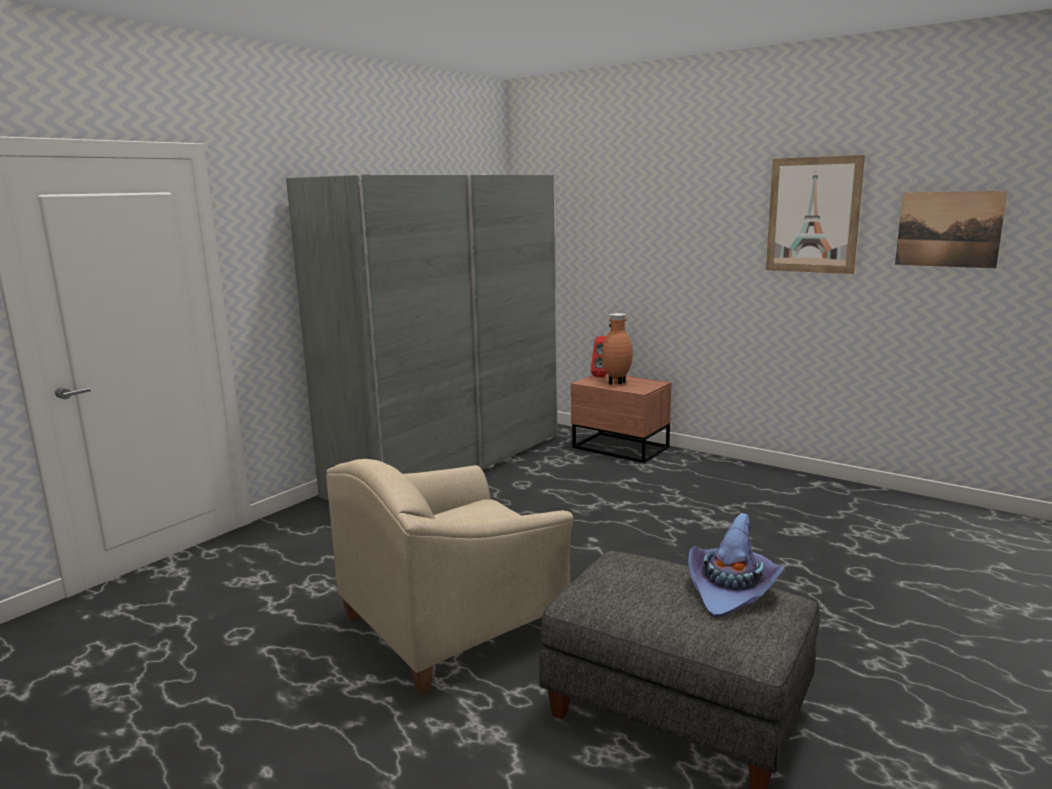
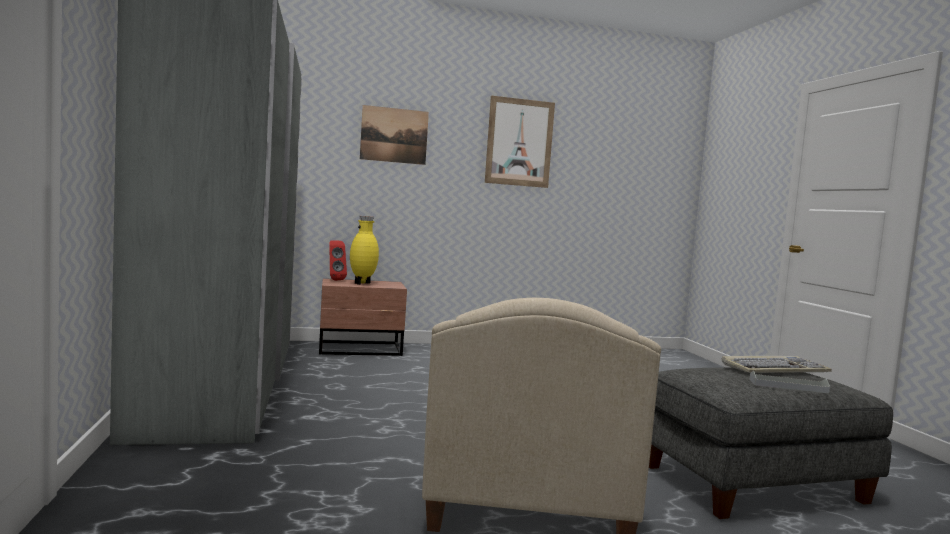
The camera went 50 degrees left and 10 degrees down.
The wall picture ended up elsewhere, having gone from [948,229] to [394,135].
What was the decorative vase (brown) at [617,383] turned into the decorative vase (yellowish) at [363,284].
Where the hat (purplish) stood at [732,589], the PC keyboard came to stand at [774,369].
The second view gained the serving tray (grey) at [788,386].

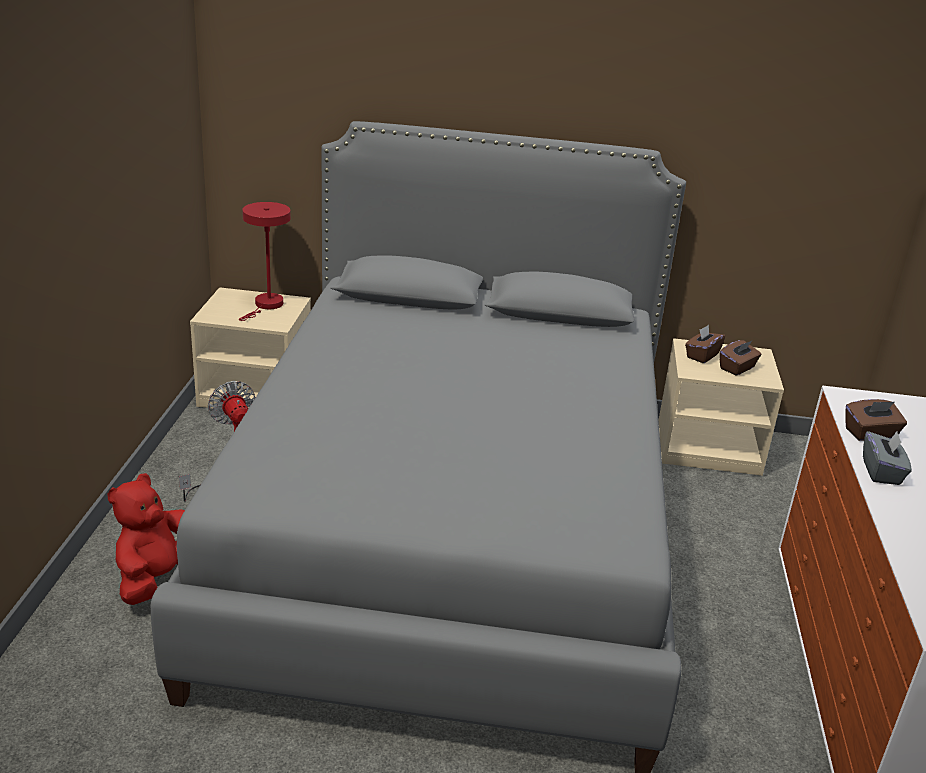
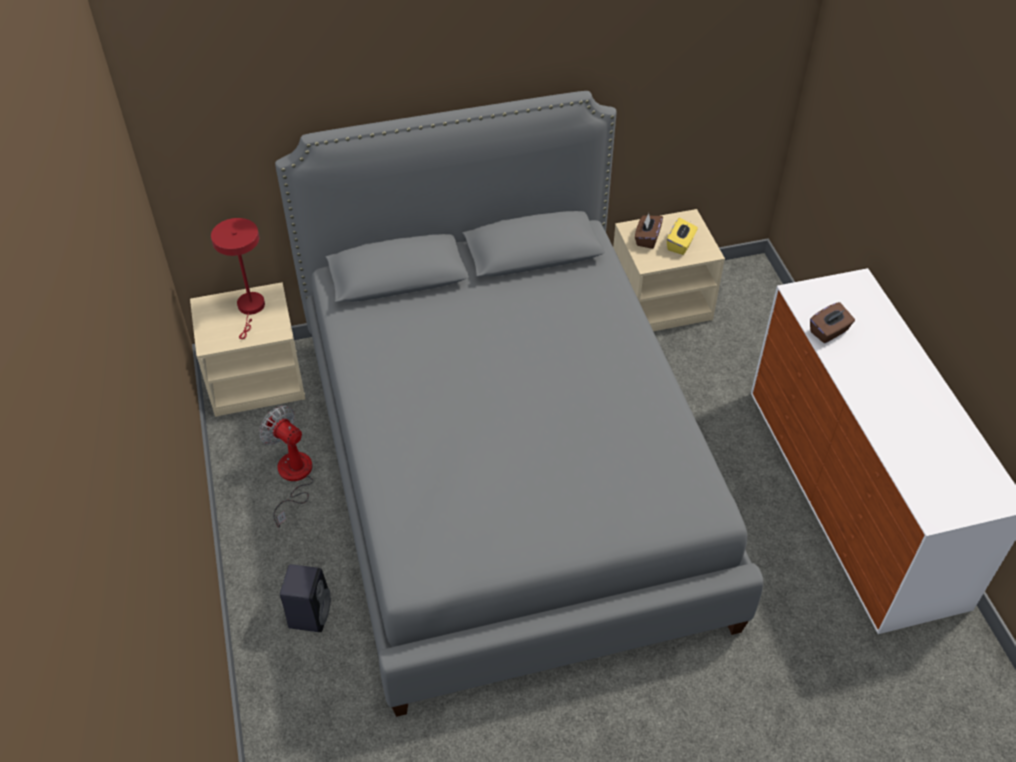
The camera went 20 degrees left and 20 degrees up.
What was the tissue box (brown) at [737,368] turned into the tissue box (yellowish) at [680,244].
The second view lost the tissue box (grey) at [881,472].
Where the soft toy (red-coloured) stood at [157,579], the loudspeaker (black-coloured) came to stand at [309,613].

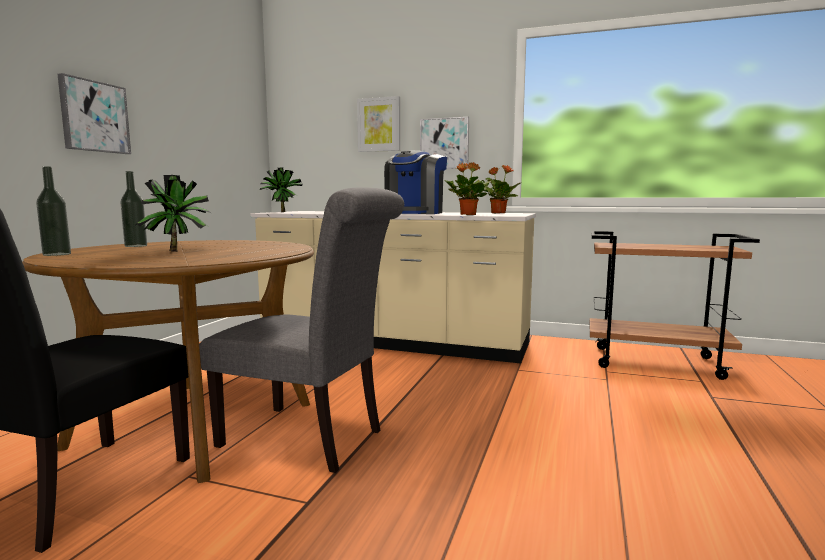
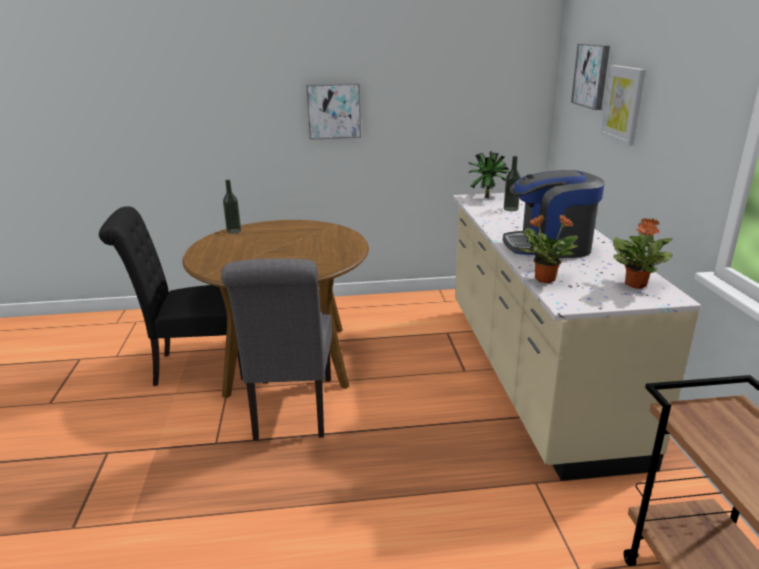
The camera went 65 degrees right and 15 degrees up.
The wall picture ended up elsewhere, having gone from [444,144] to [592,75].
The beverage bottle ended up elsewhere, having gone from [136,246] to [510,209].
The second view lost the plant in a pot at [179,251].

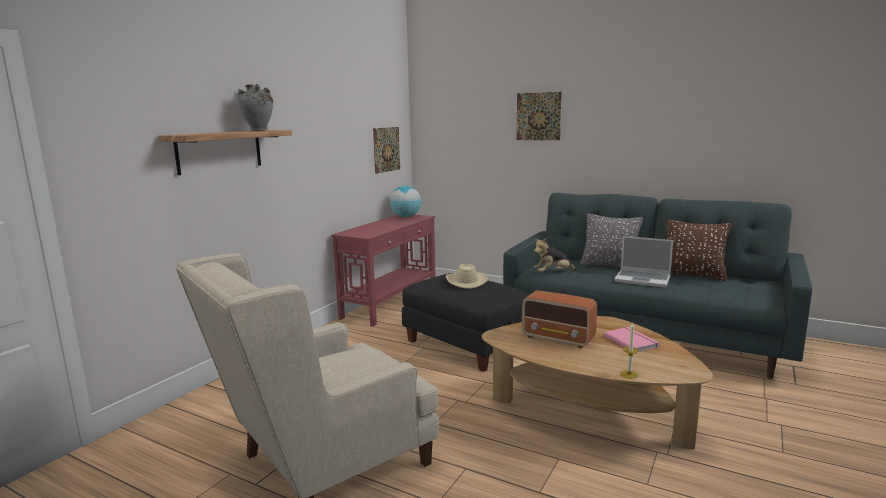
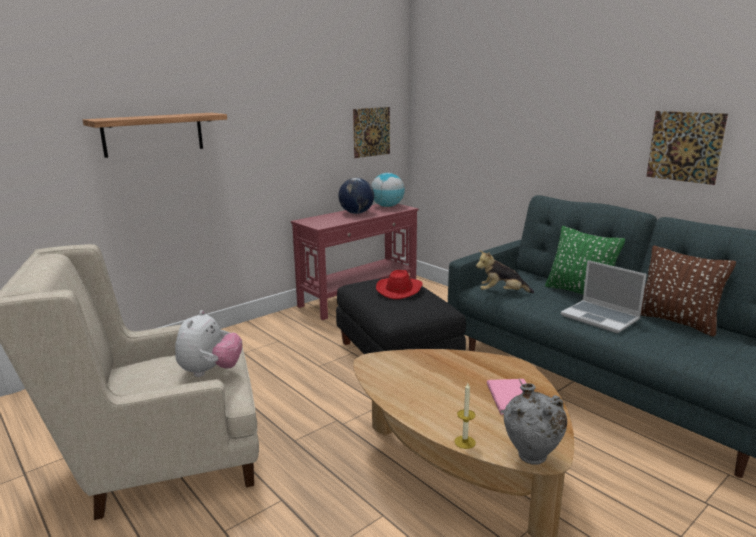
The camera went 20 degrees right and 5 degrees up.
The decorative vase (grey) ended up elsewhere, having gone from [258,130] to [531,459].
The wall picture ended up elsewhere, having gone from [538,116] to [685,147].
What was the throw pillow (grey) at [609,266] turned into the throw pillow (green-coloured) at [579,293].
What was the hat (beige) at [465,281] turned into the hat (red-coloured) at [399,289].
The second view lost the radio receiver at [559,339].
The second view gained the desk globe at [356,213].
The second view gained the soft toy at [210,371].

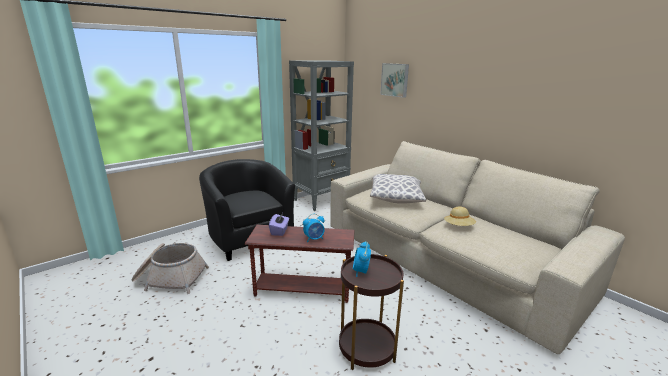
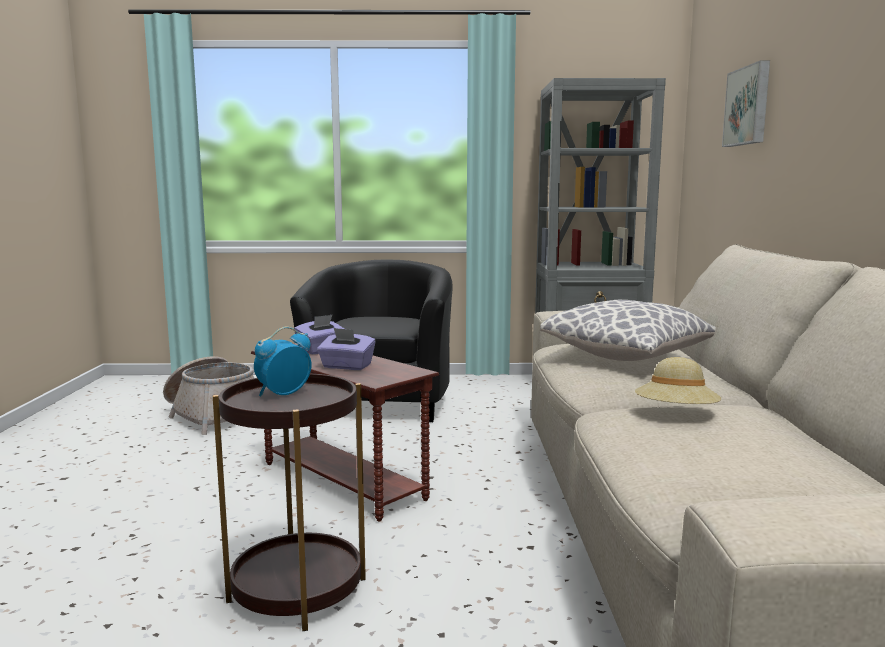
The camera went 40 degrees right and 10 degrees down.
Where the table clock stood at [314,239], the tissue box (purplish) came to stand at [346,366].

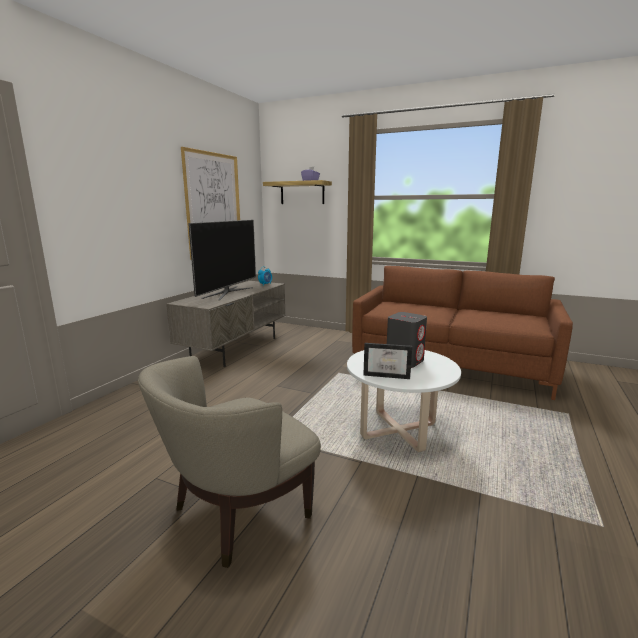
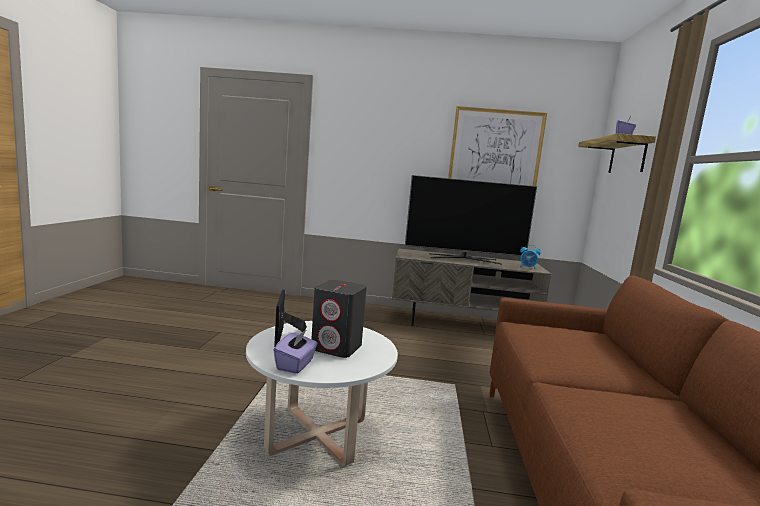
The camera went 70 degrees right and 5 degrees down.
The second view lost the lounge chair (beige) at [236,513].
The second view gained the tissue box (purplish) at [295,365].

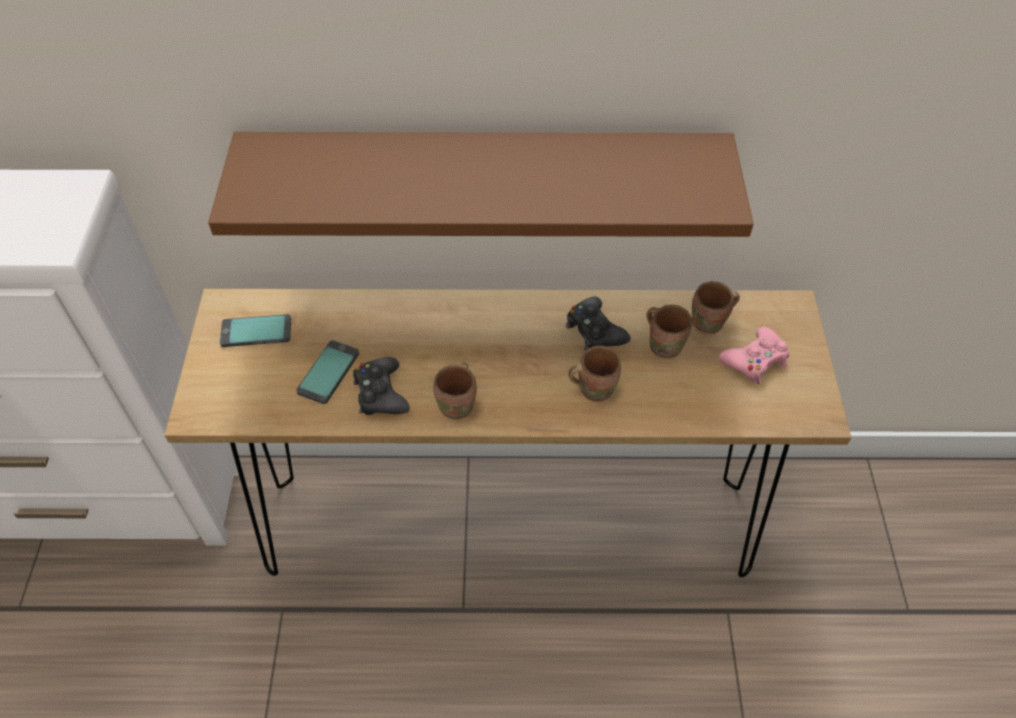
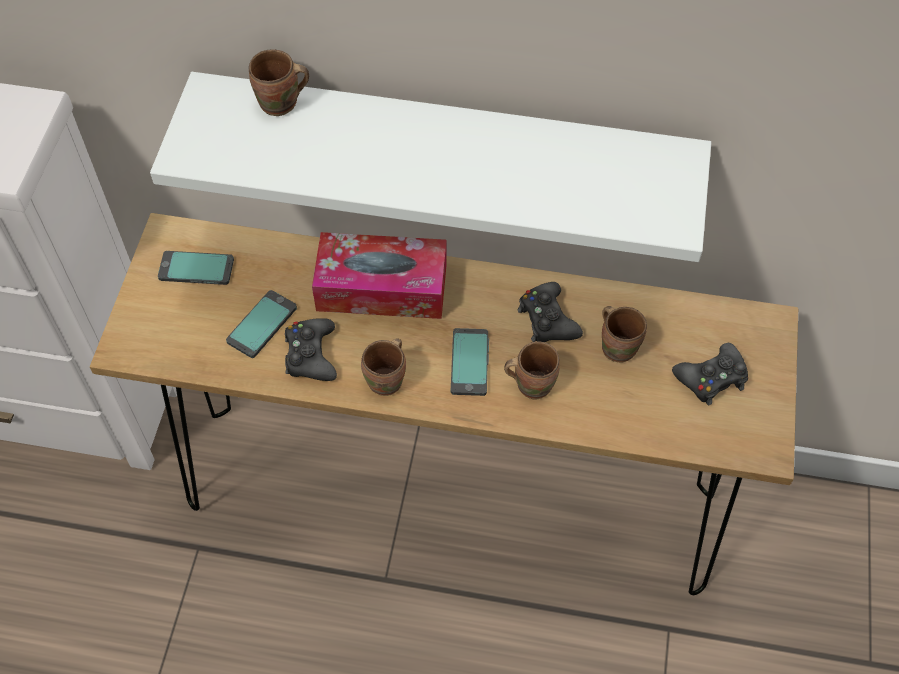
The camera went 10 degrees right and 5 degrees up.
What was the bracket shelf (brown) at [484,178] turned into the bracket shelf (whitish) at [445,148].
The coffee mug (brown) ended up elsewhere, having gone from [710,324] to [281,105].
What was the gamepad (pink-coloured) at [754,361] turned into the gamepad (black-coloured) at [711,378].
The second view gained the tissue box at [382,287].
The second view gained the telephone at [470,362].

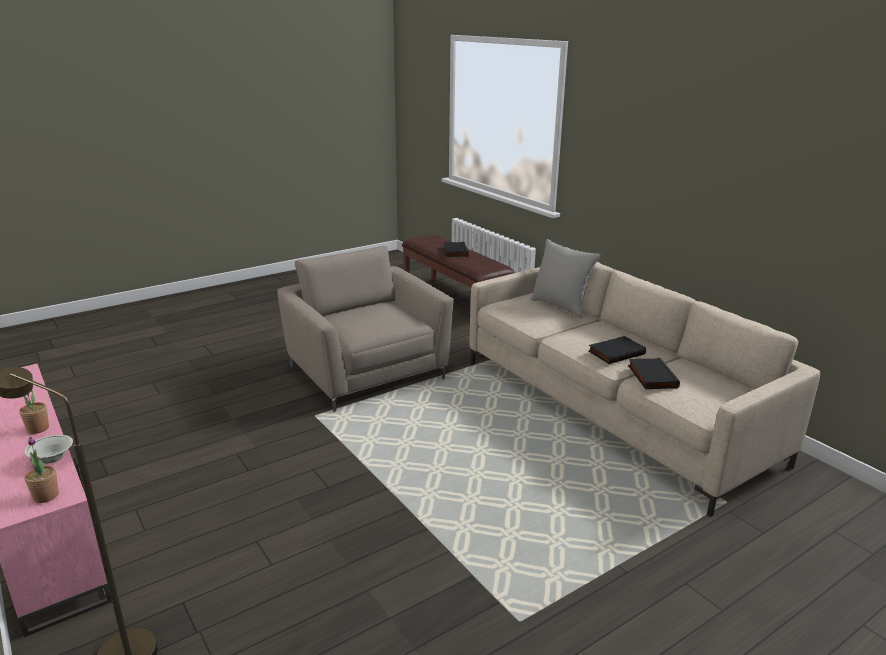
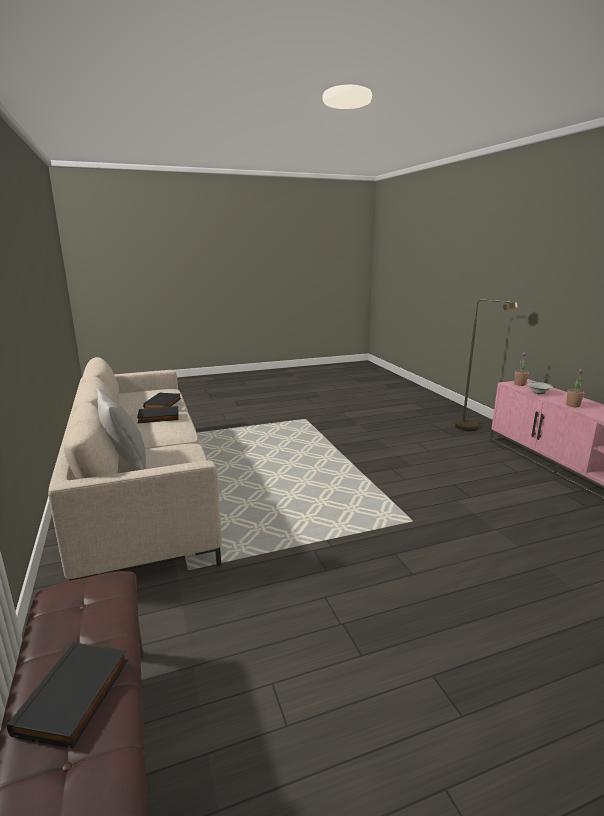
The camera went 165 degrees left and 5 degrees down.
The second view lost the lounge chair (beige) at [366,372].

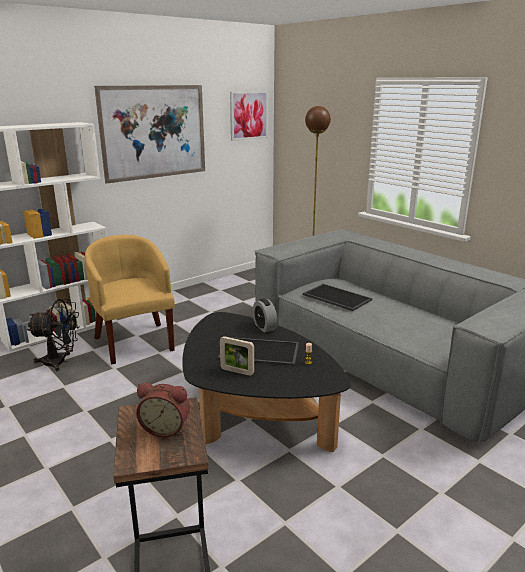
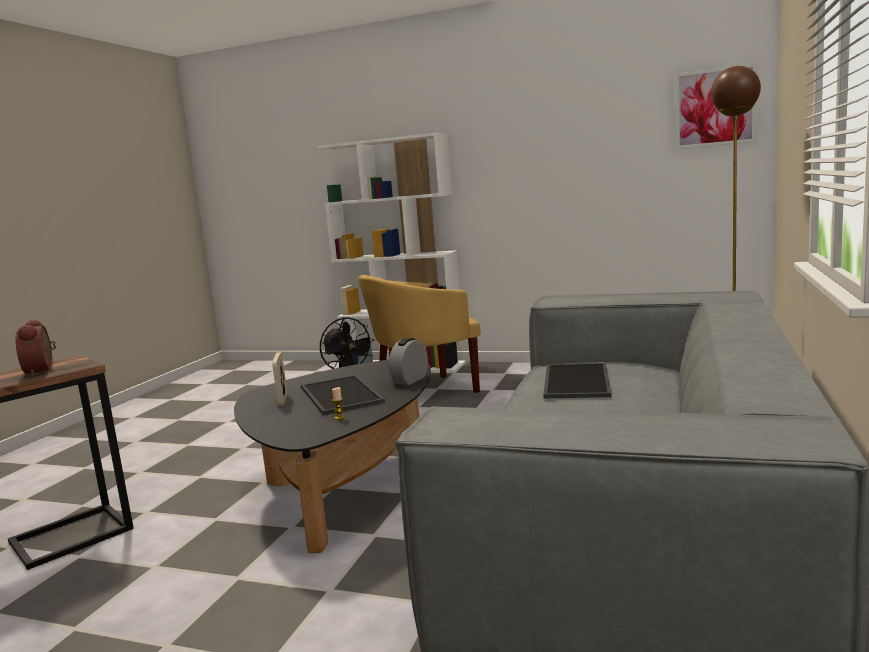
The camera went 60 degrees right and 10 degrees down.
The second view lost the wall picture at [154,132].
The lounge chair (yellowish) at [134,341] ended up facing another way, 150 degrees counterclockwise from before.

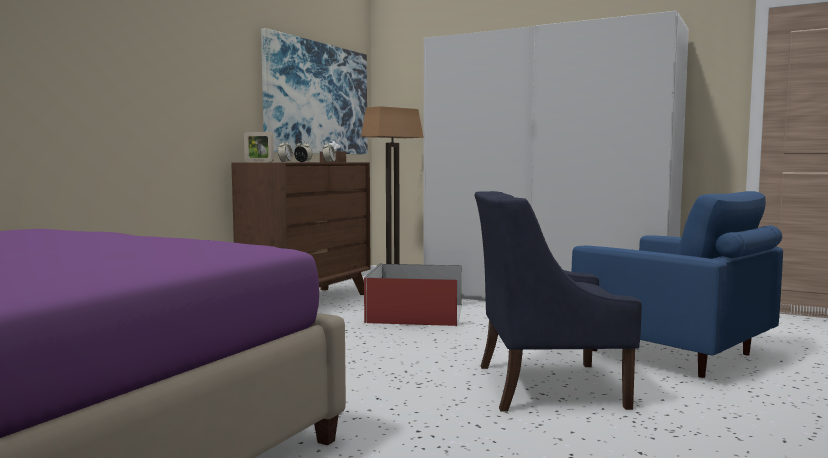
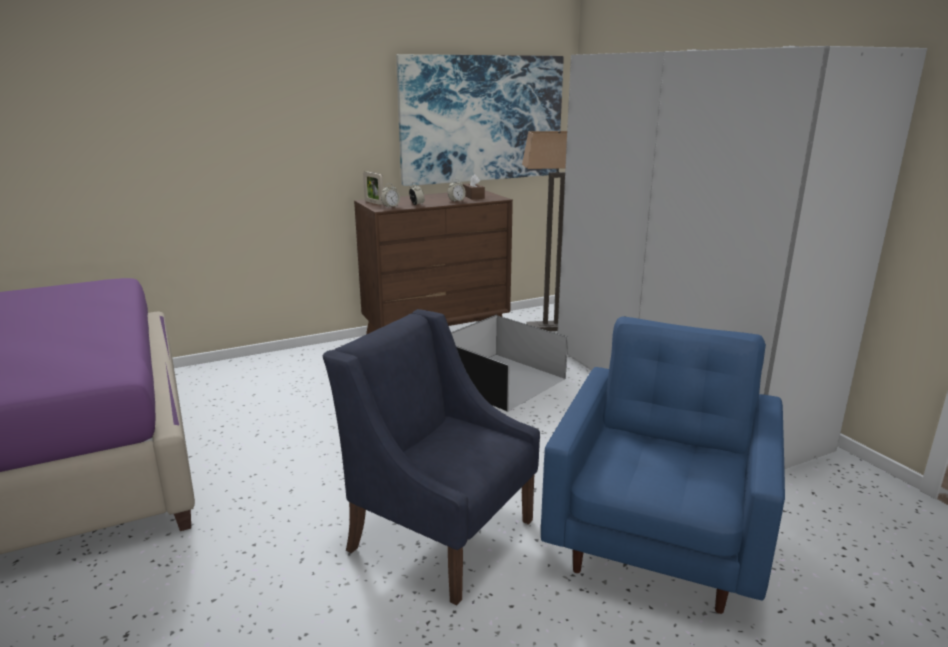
The camera went 35 degrees right and 15 degrees up.
The lounge chair (bluish) at [673,353] ended up facing another way, 150 degrees counterclockwise from before.
What was the storage bin (red-coloured) at [415,314] turned into the storage bin (black-coloured) at [500,381].

